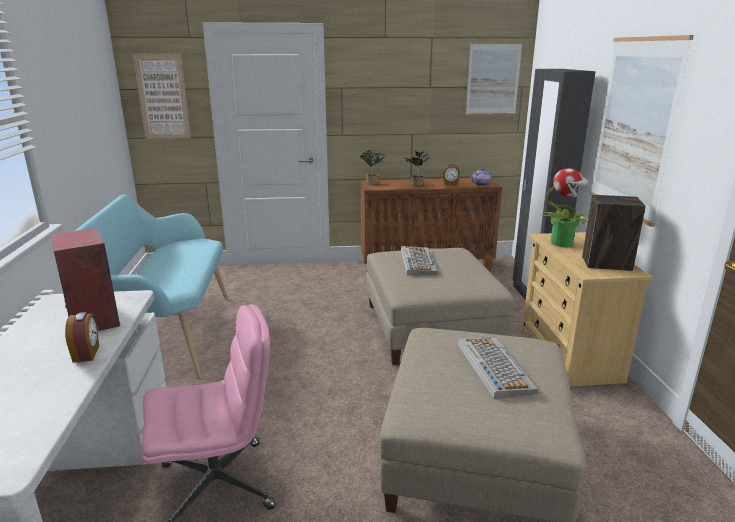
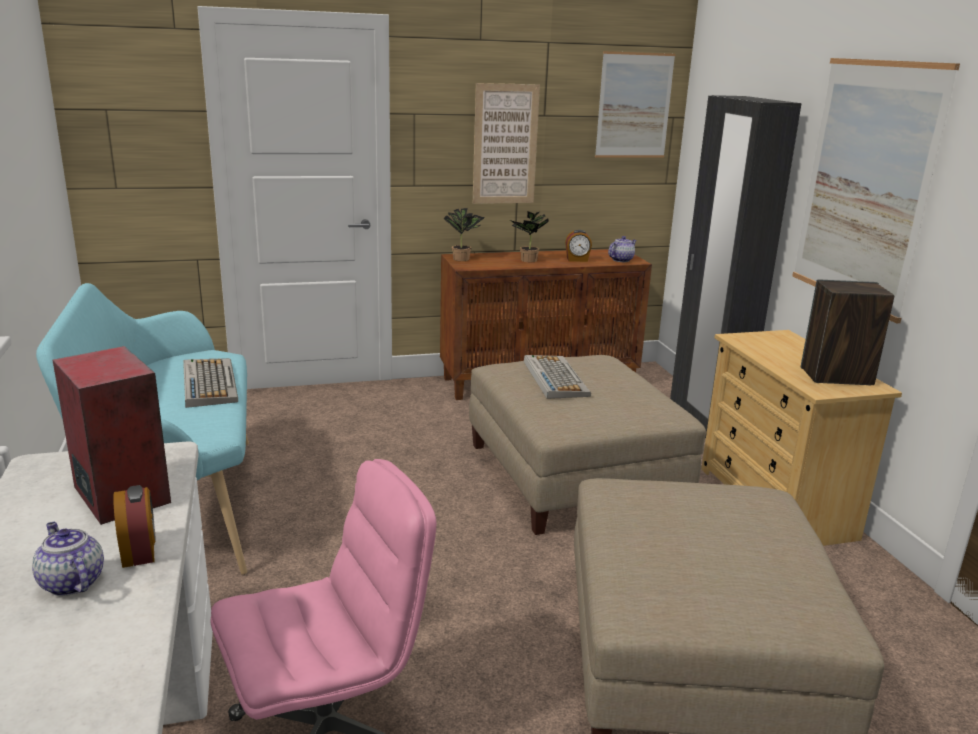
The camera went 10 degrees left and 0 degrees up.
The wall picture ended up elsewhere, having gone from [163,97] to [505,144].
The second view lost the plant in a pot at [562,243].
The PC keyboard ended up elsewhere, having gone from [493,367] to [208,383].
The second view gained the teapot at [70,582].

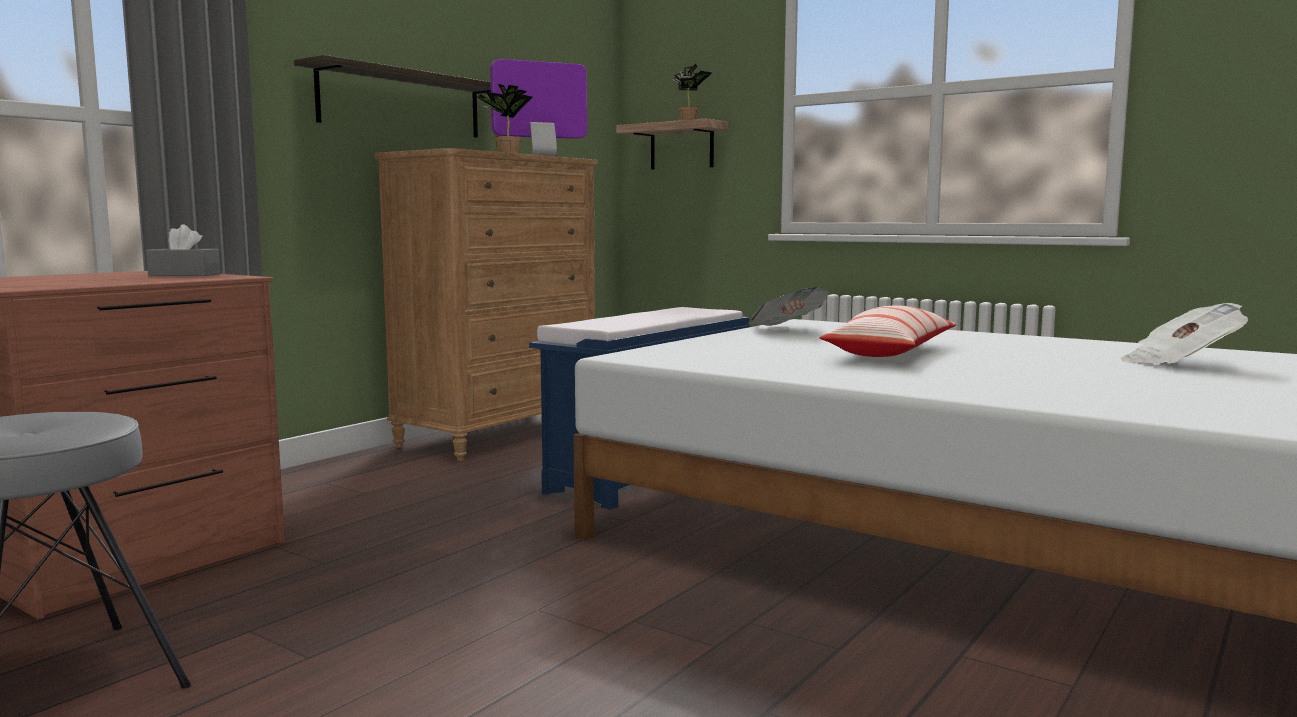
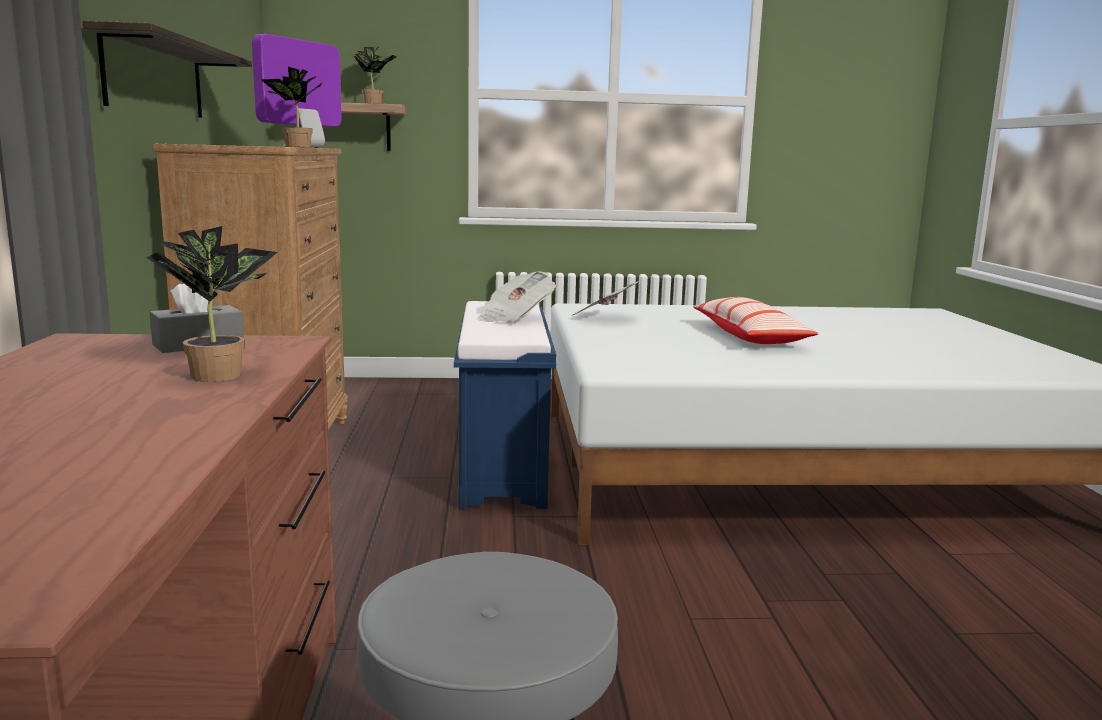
The camera went 40 degrees left and 5 degrees up.
The daily paper ended up elsewhere, having gone from [1179,363] to [514,318].
The second view gained the plant in a pot at [221,373].

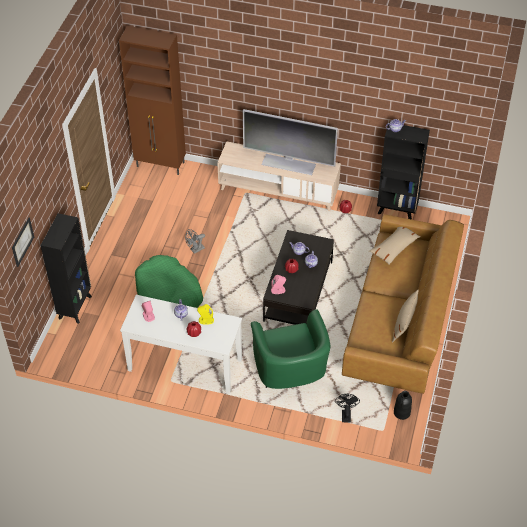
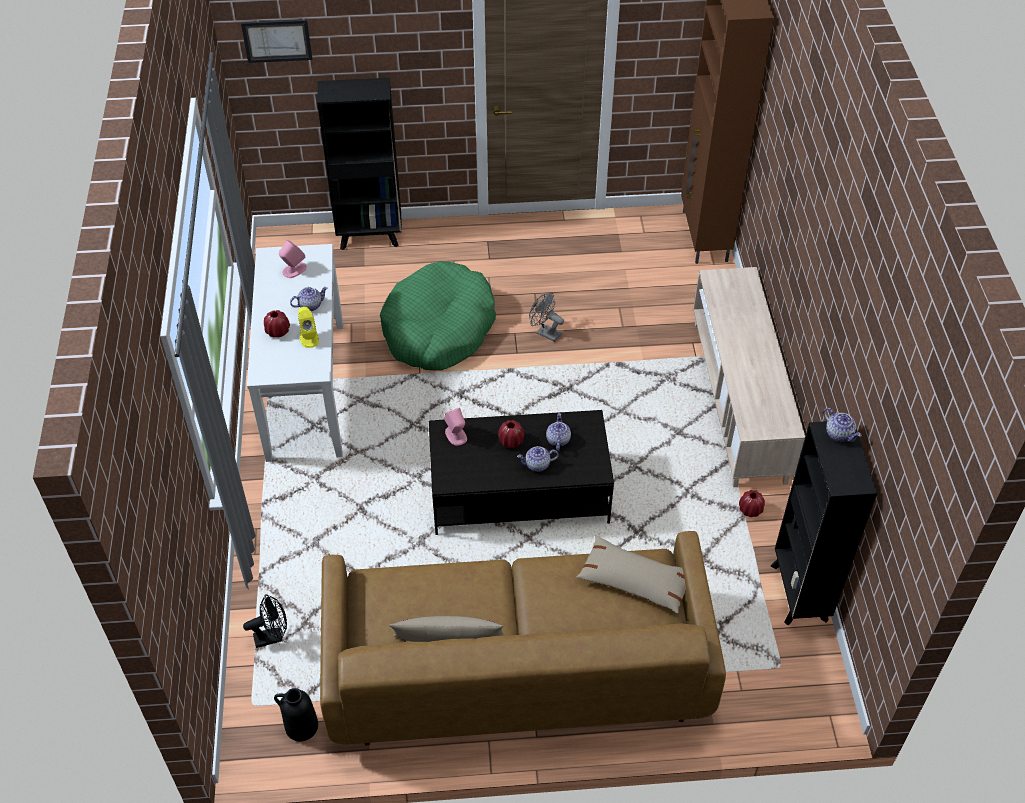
The camera went 70 degrees right and 0 degrees up.
The second view lost the TV at [288,163].
The second view lost the lounge chair (green-coloured) at [290,372].

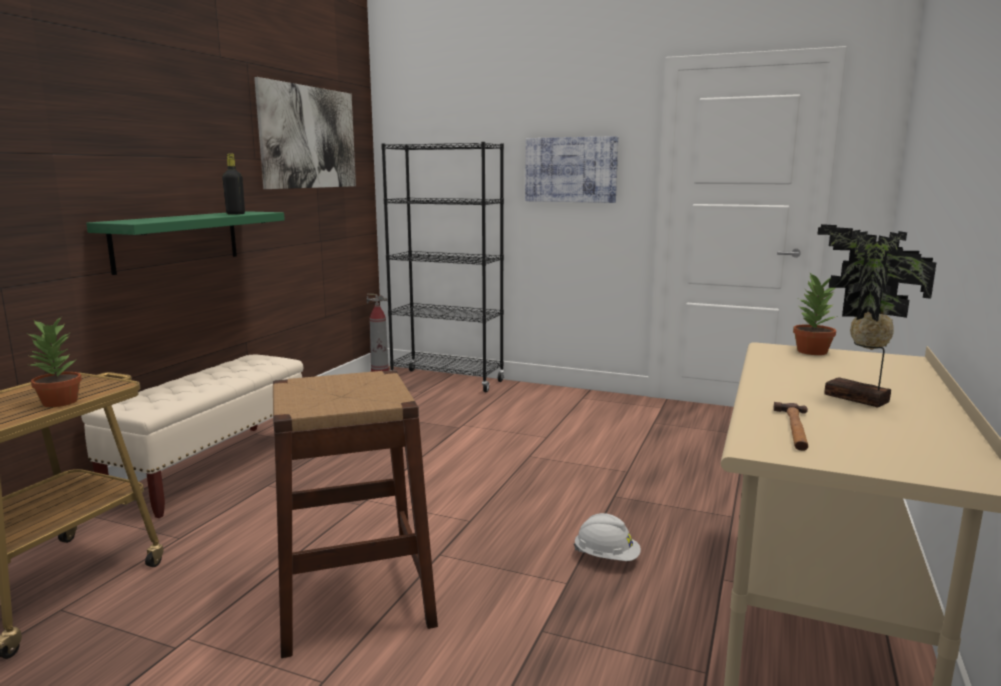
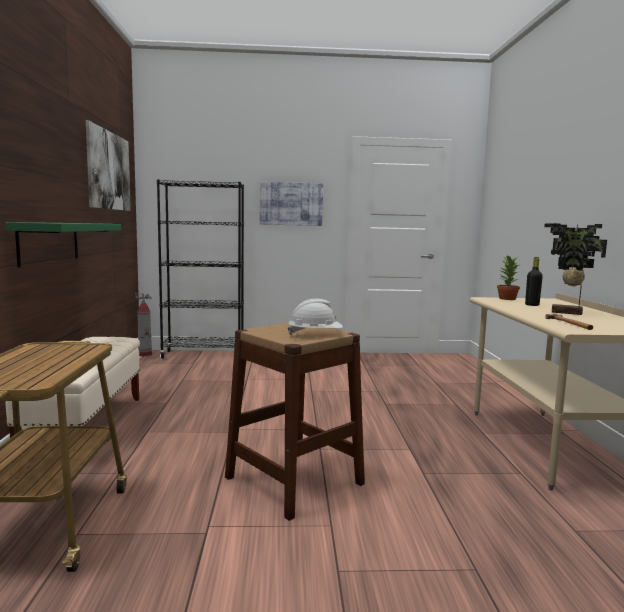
The camera went 25 degrees left and 5 degrees down.
The beverage bottle (black-coloured) ended up elsewhere, having gone from [235,214] to [532,305].
The second view lost the plant in a pot at [60,402].
The work helmet (whitish) ended up elsewhere, having gone from [606,557] to [315,335].

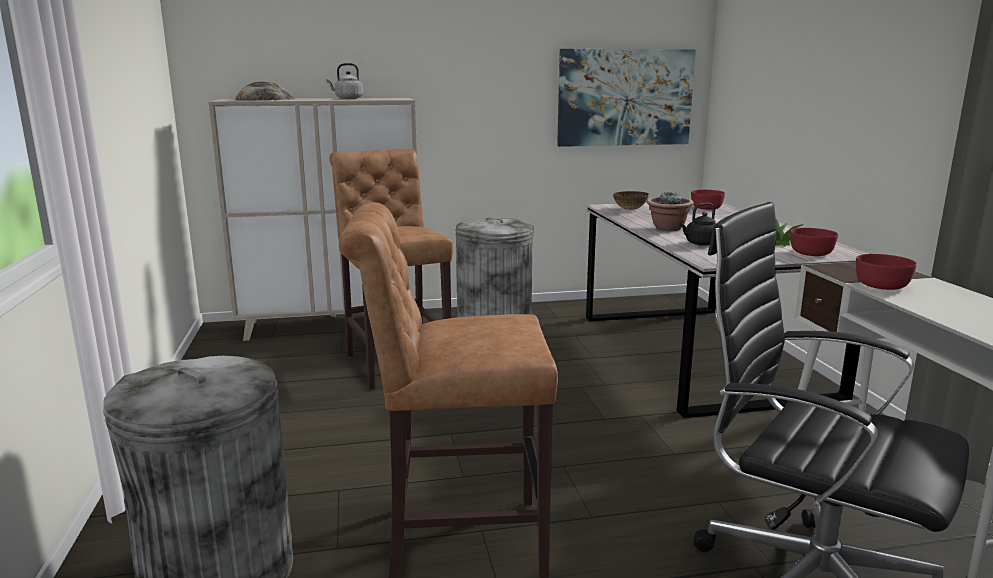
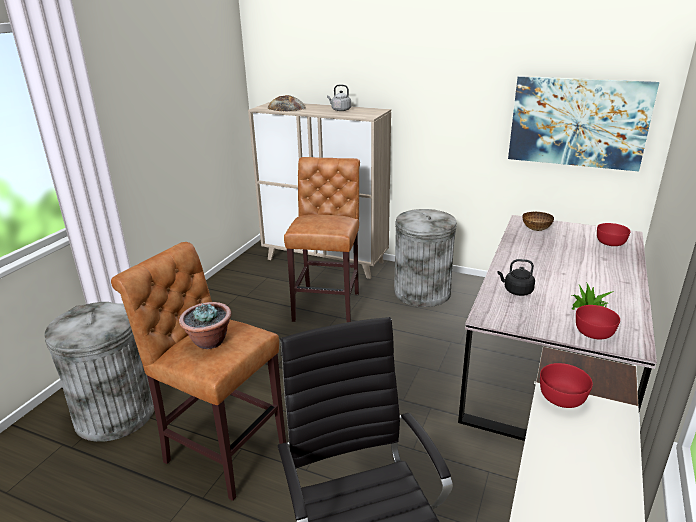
The camera went 35 degrees right and 10 degrees up.
The plant in a pot ended up elsewhere, having gone from [668,228] to [209,341].

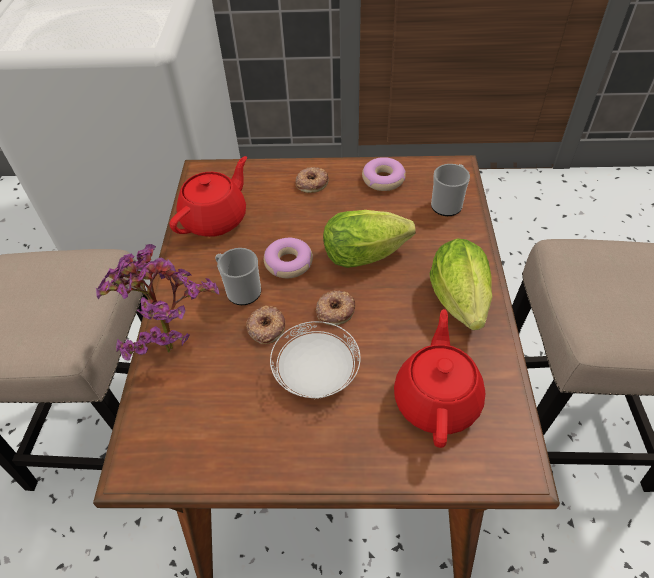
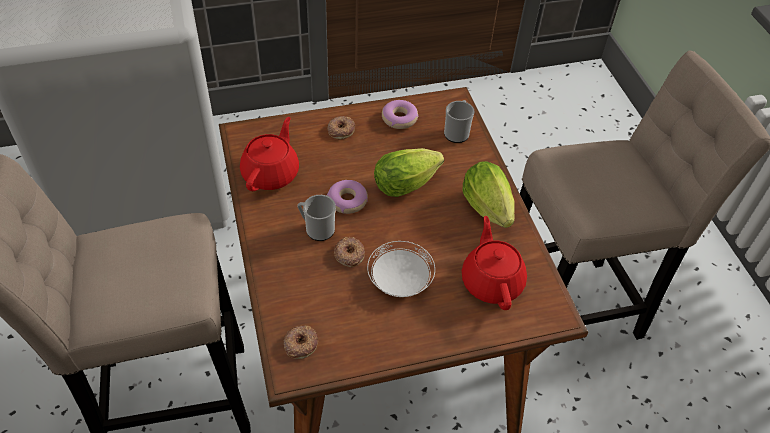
The camera went 20 degrees left and 0 degrees up.
The second view lost the plant in a pot at [169,341].
The donut ended up elsewhere, having gone from [335,310] to [300,344].

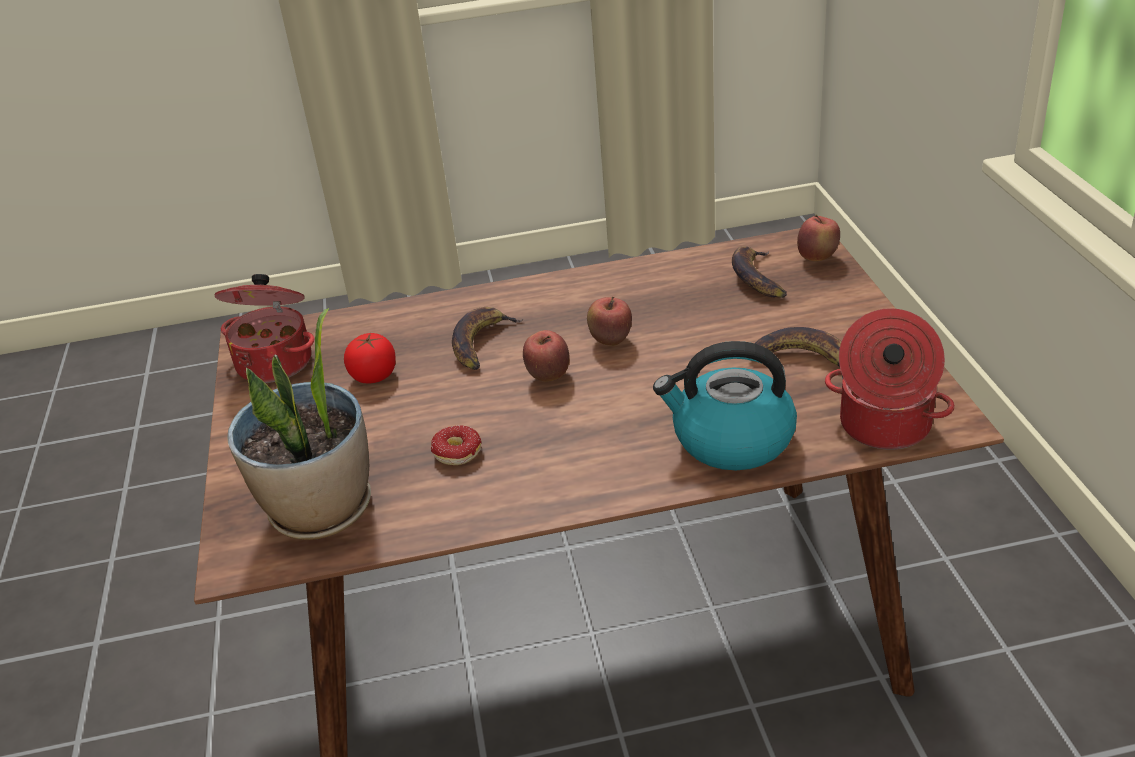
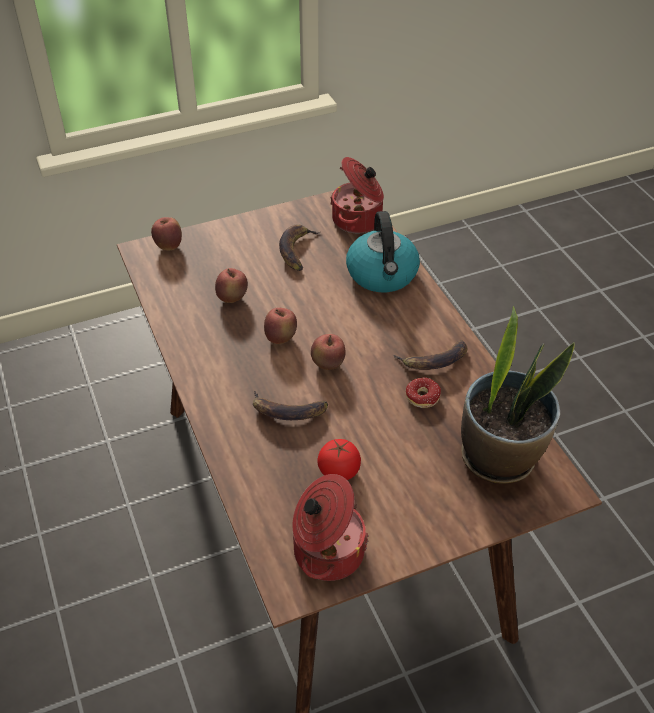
The camera went 105 degrees left and 10 degrees up.
The banana fruit ended up elsewhere, having gone from [757,278] to [434,361].
The second view gained the whole apple at [232,298].

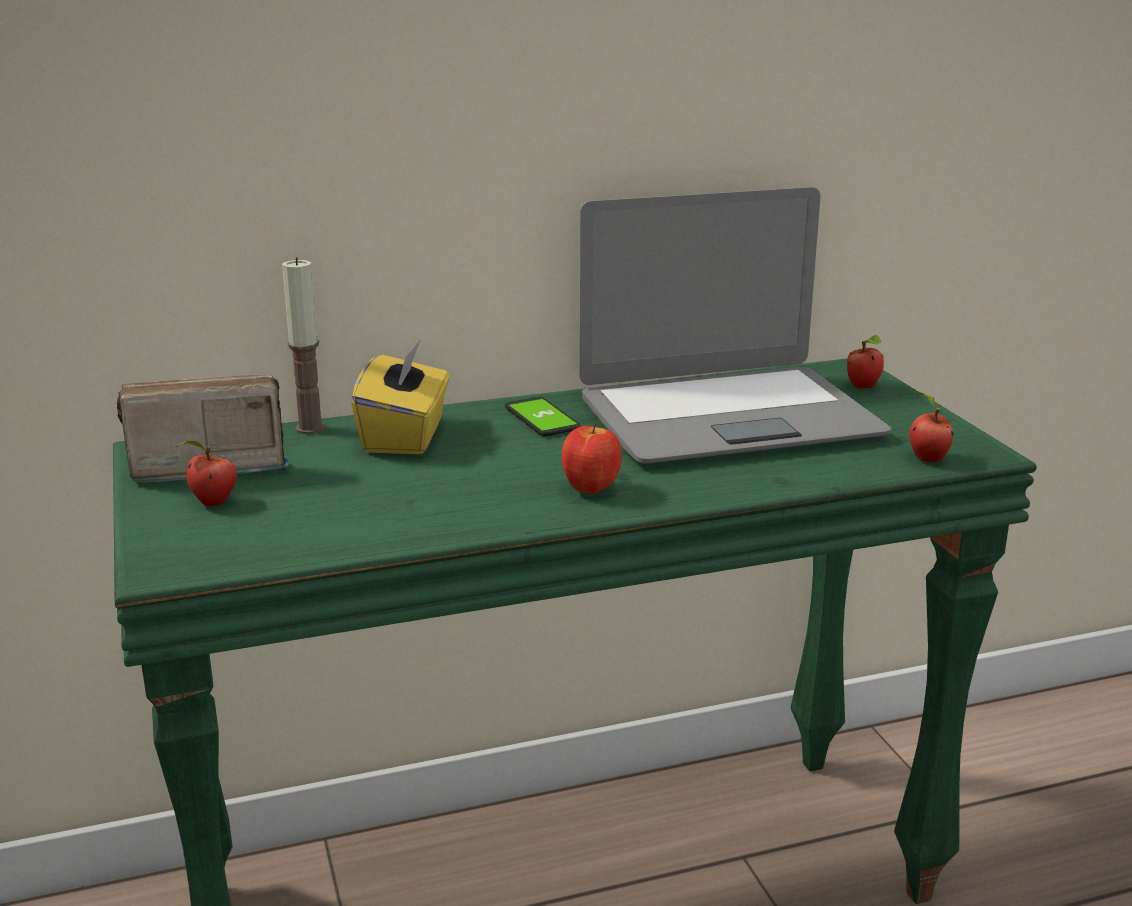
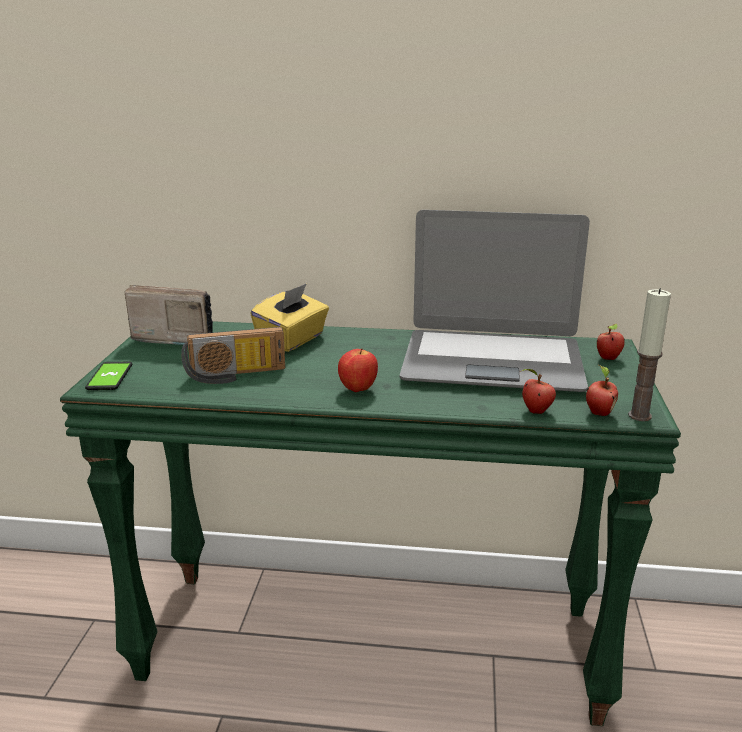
The camera went 25 degrees right and 0 degrees up.
The wax candle ended up elsewhere, having gone from [310,428] to [639,416].
The telephone ended up elsewhere, having gone from [542,418] to [109,377].
The whole apple ended up elsewhere, having gone from [212,503] to [535,411].
The second view gained the radio receiver at [235,375].

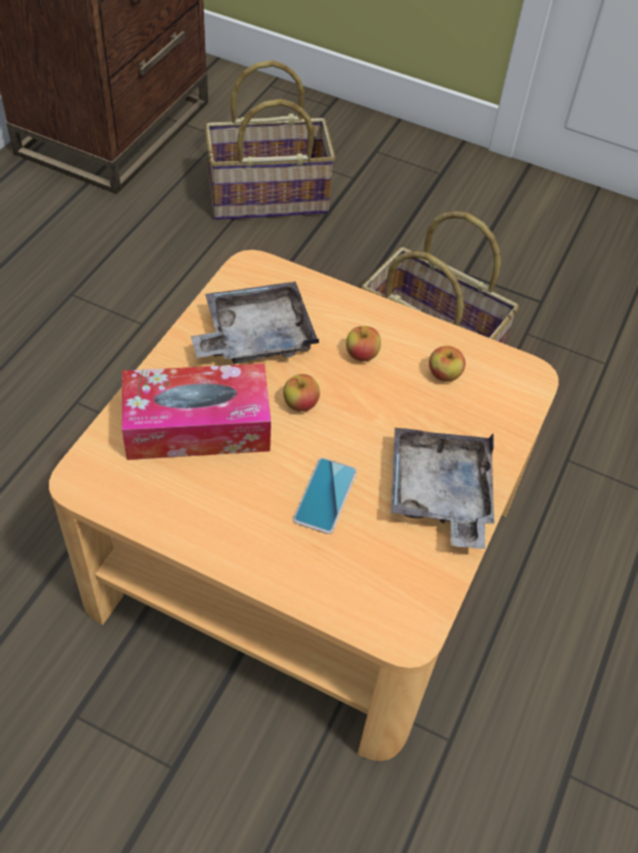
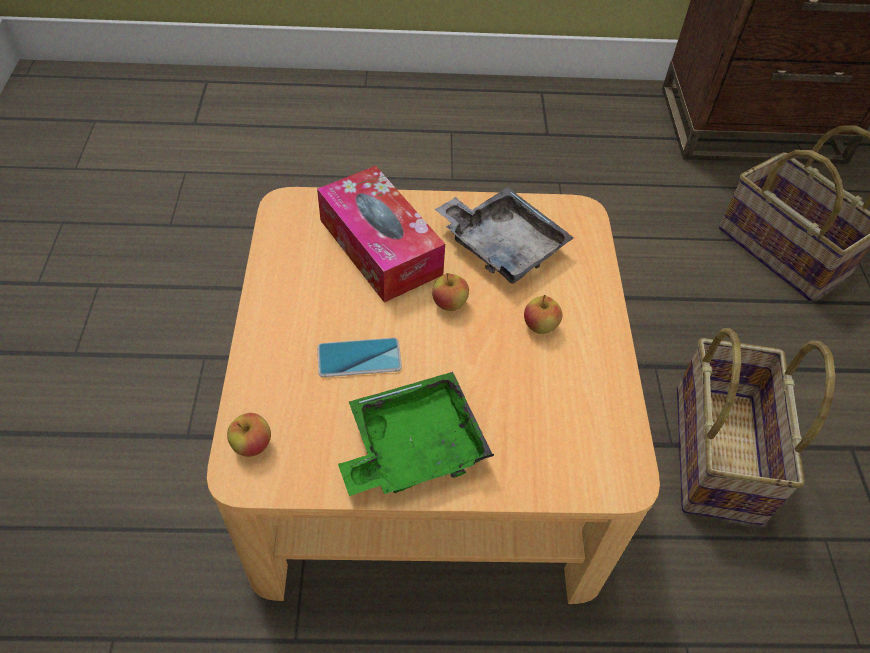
The camera went 65 degrees right and 0 degrees up.
The whole apple ended up elsewhere, having gone from [444,375] to [252,445].
What was the serving tray (grey) at [439,494] turned into the serving tray (green-coloured) at [413,447].

